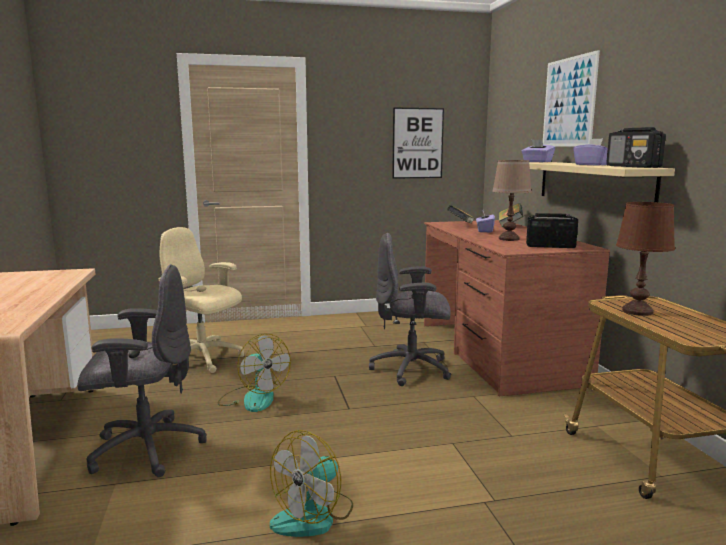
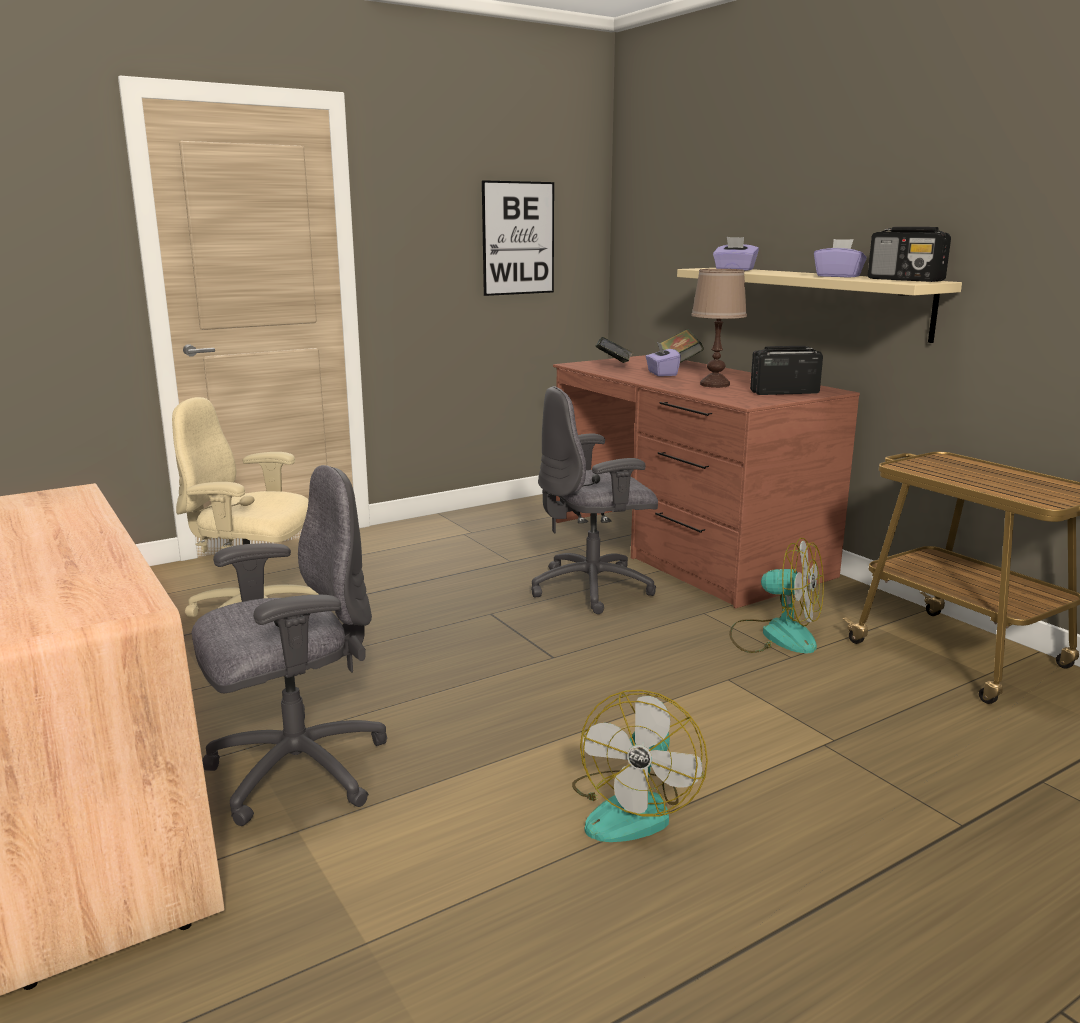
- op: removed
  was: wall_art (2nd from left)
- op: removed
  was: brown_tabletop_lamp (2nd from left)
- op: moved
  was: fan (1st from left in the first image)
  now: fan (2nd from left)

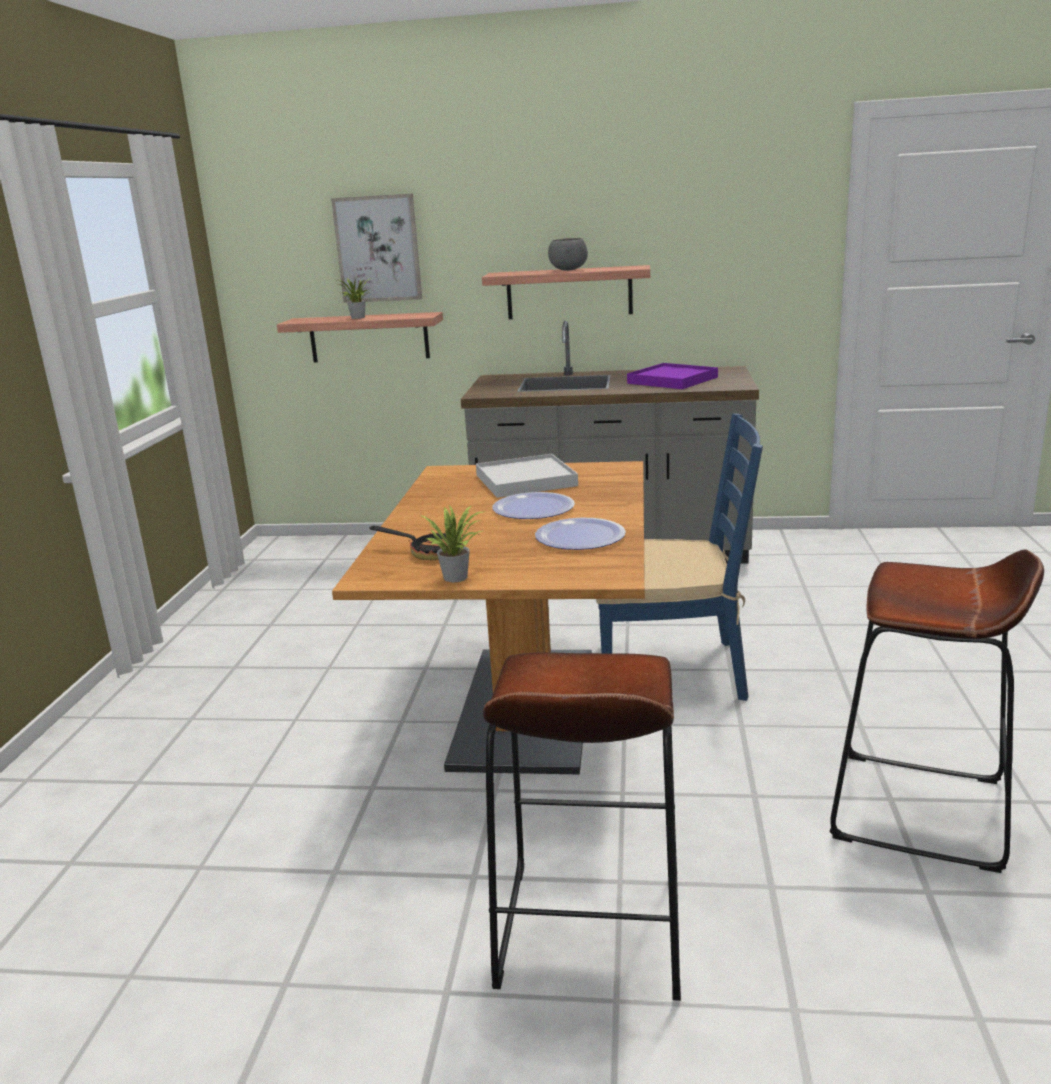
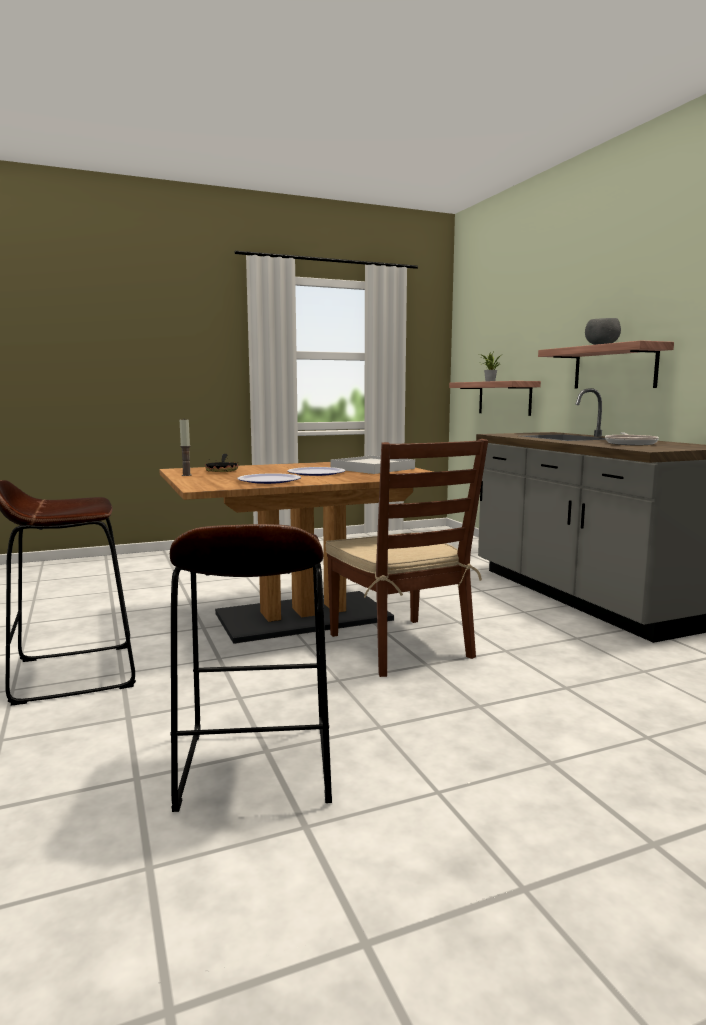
- op: removed
  was: wall_art
- op: replaced
  was: houseplant (2nd from left)
  now: wax_light
- op: replaced
  was: purple-coloured_carrying_tray
  now: frying_pan (2nd from left)
- op: recoloured
  was: blue_chair
  now: brown_chair

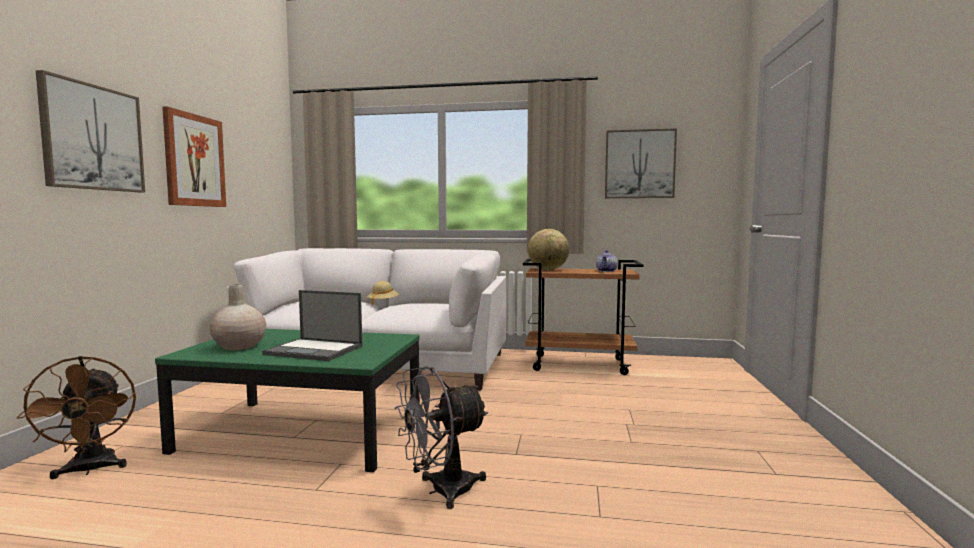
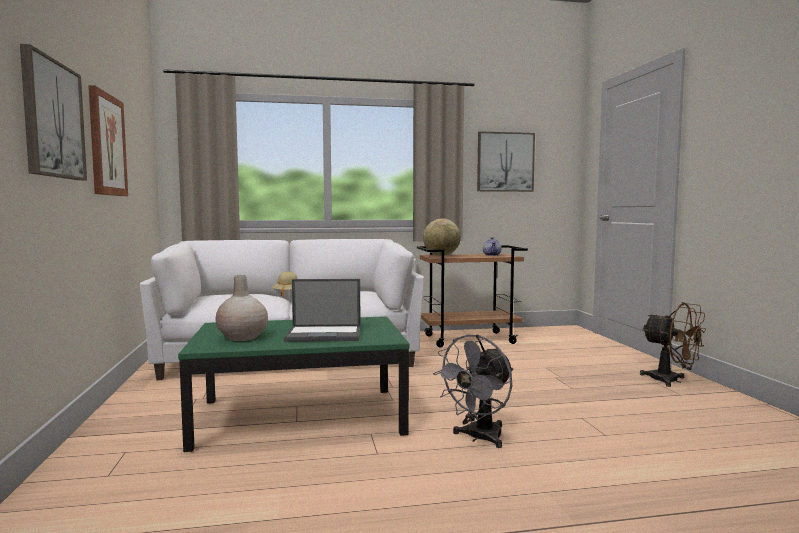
- op: moved
  was: brown_fan

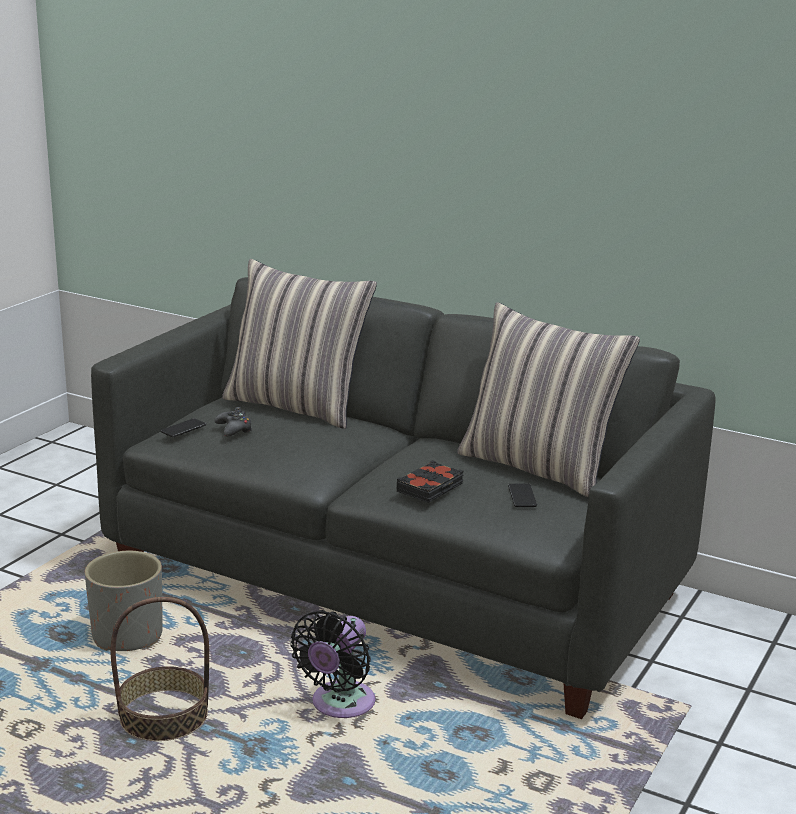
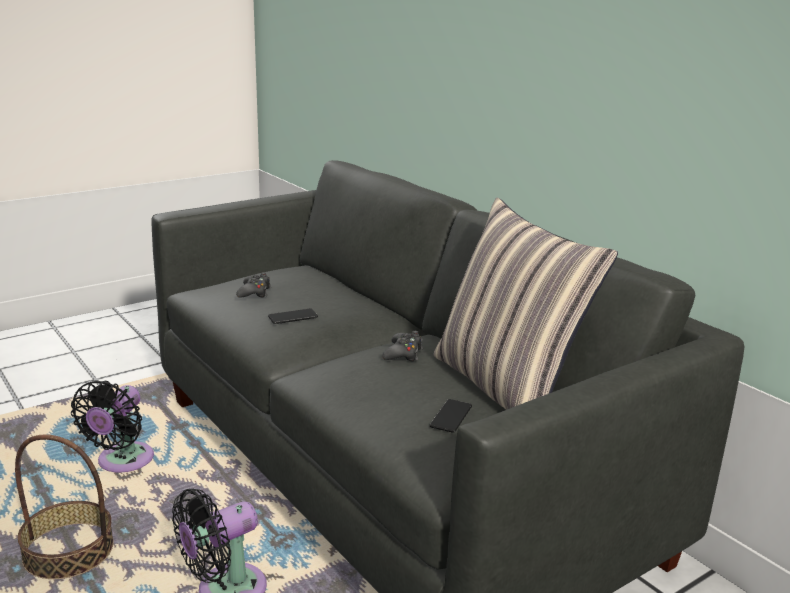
- op: removed
  was: throw_pillow (1st from left)
- op: removed
  was: black_book
- op: added
  now: black_game_controller (2nd from left)
- op: moved
  was: telephone (1st from left)
- op: replaced
  was: grey_flower_pot
  now: black_fan (1st from left)

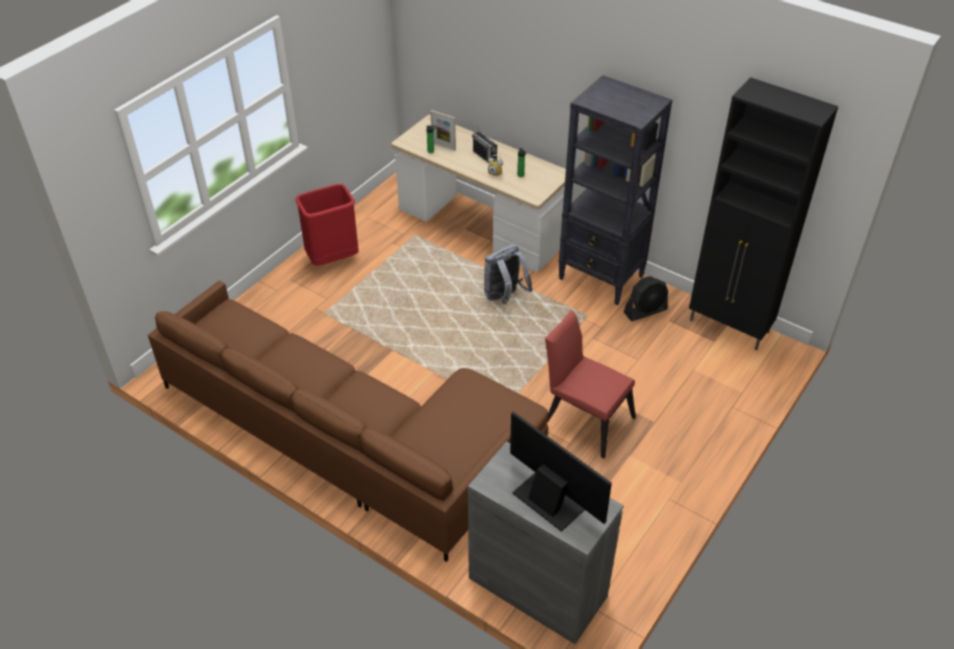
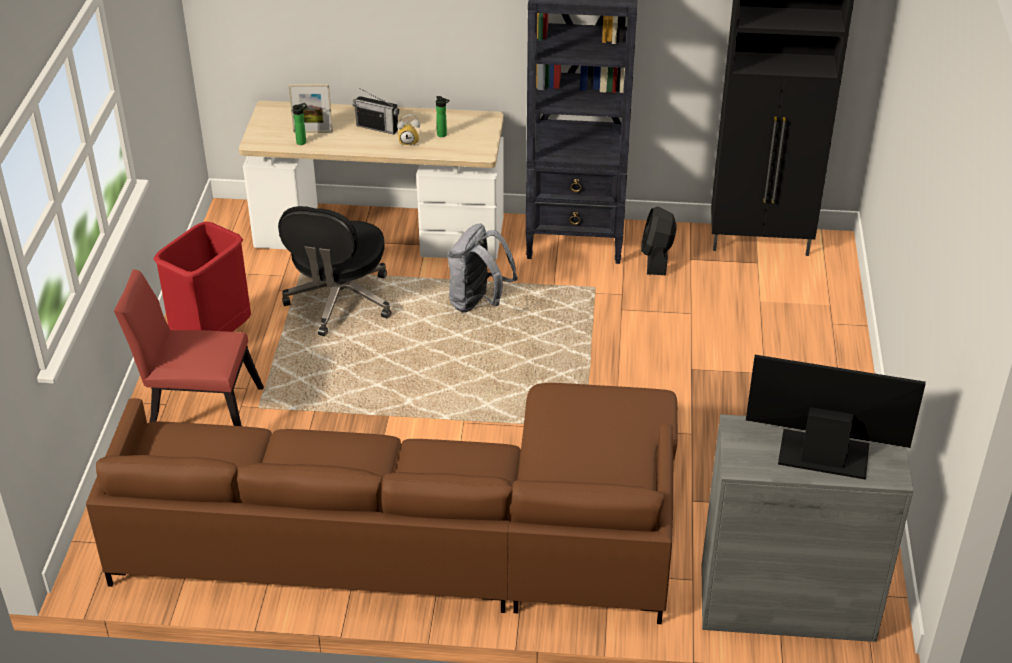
- op: added
  now: black_office_chair
- op: moved
  was: red_chair
- op: turned
  was: black_fan
  clockwise: 150

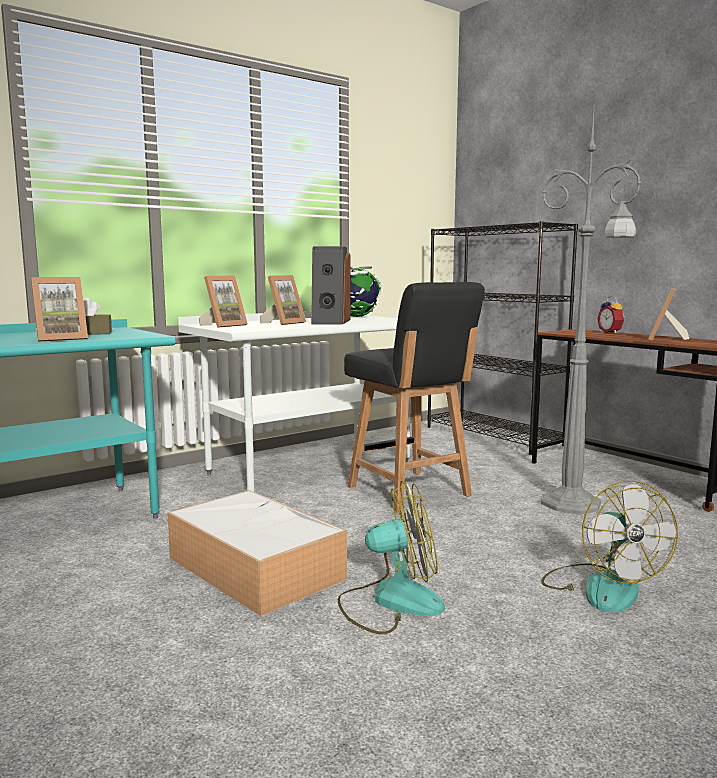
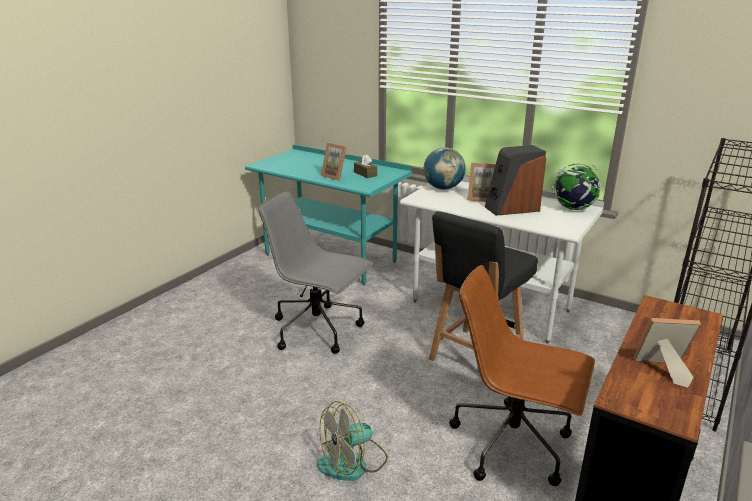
- op: removed
  was: fan (1st from left)
- op: removed
  was: table_clock
- op: replaced
  was: storage_container
  now: grey_office_chair
- op: replaced
  was: picture_frame (2nd from left)
  now: world_globe (1st from left)
- op: replaced
  was: grey_standing_lamp
  now: brown_office_chair

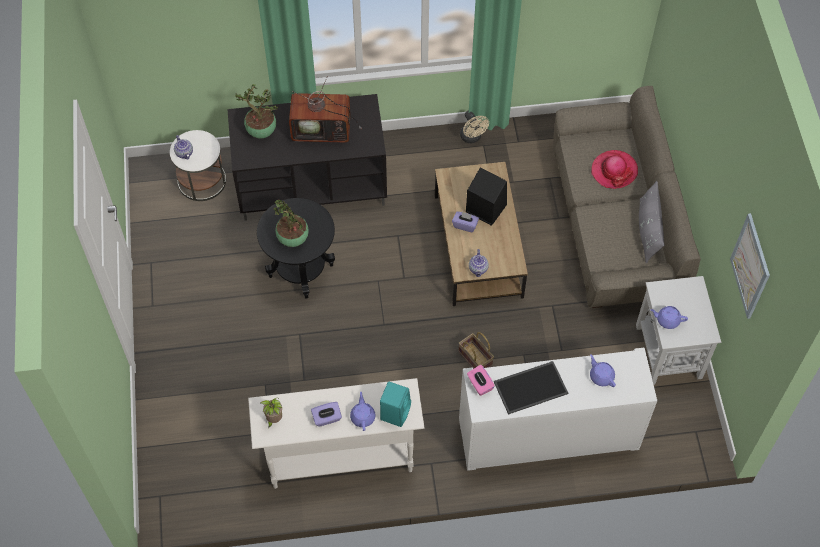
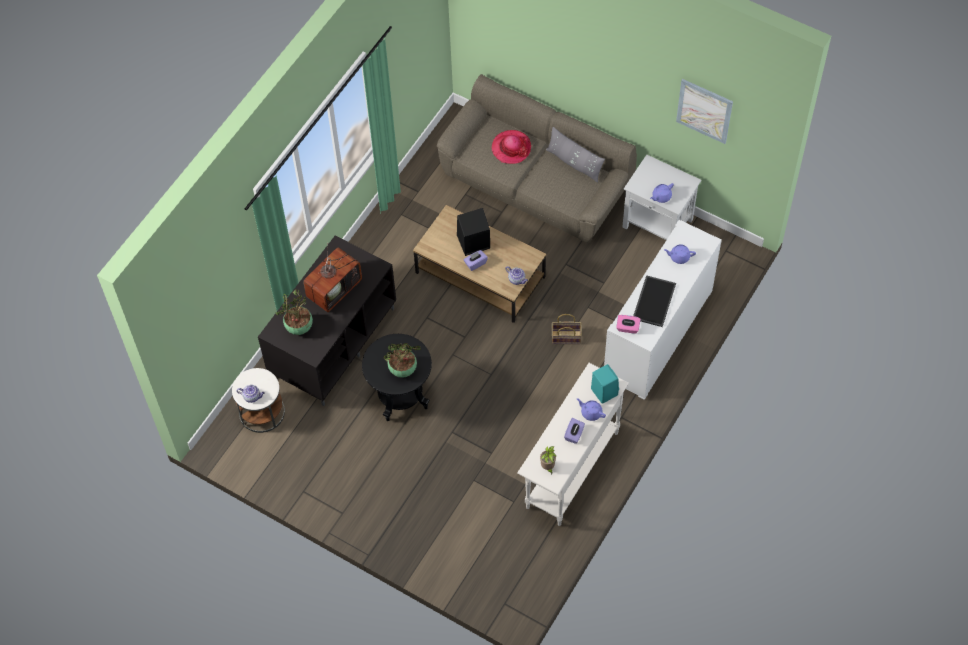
- op: removed
  was: sand-coloured_fan

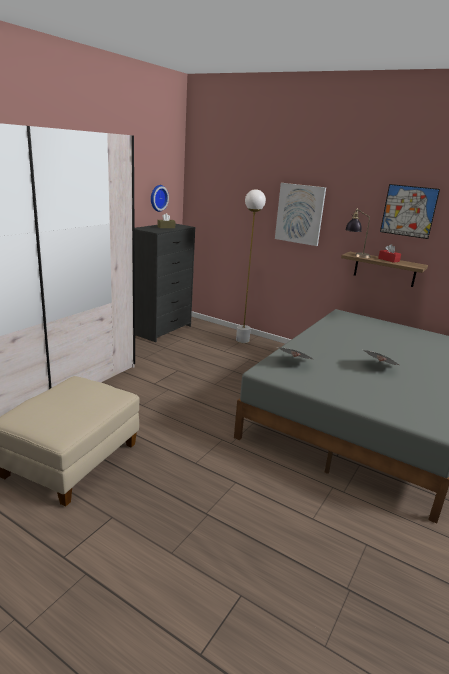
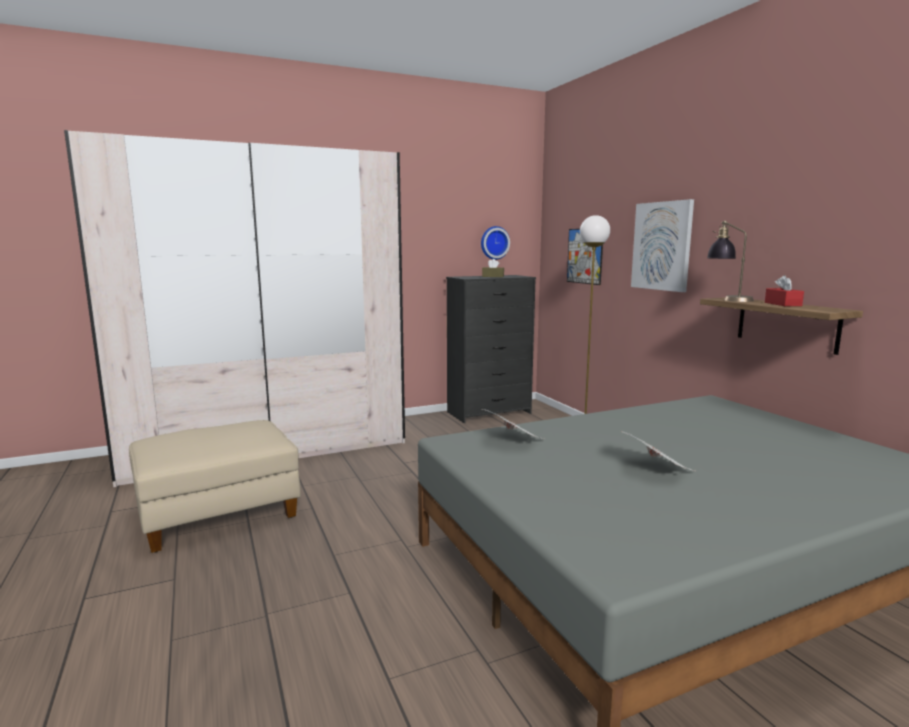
- op: moved
  was: wall_art (2nd from left in the first image)
  now: wall_art (1st from left)

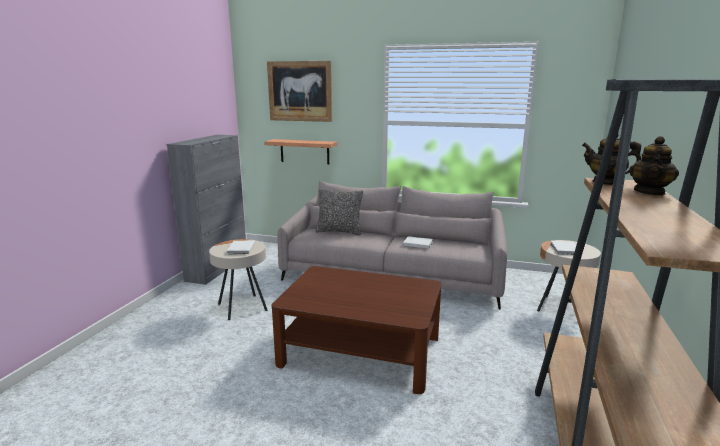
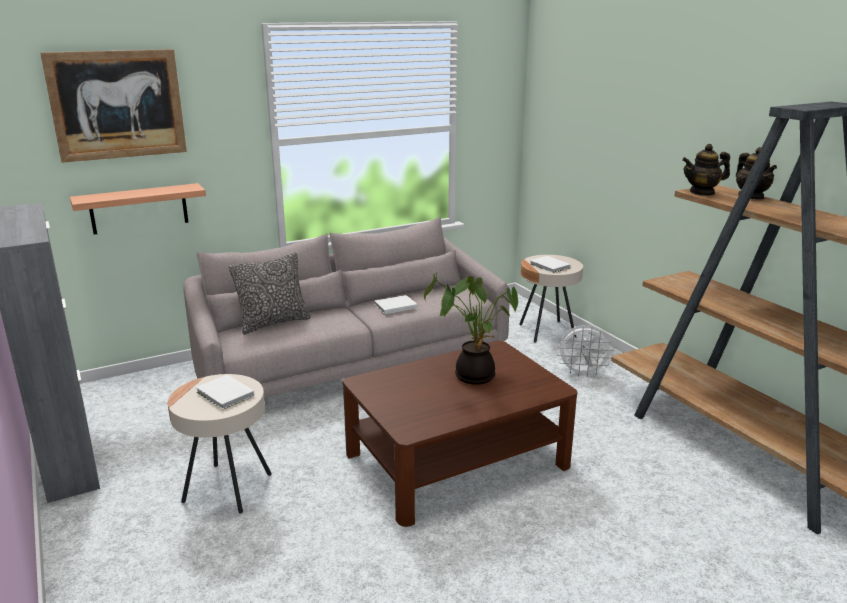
- op: added
  now: houseplant
- op: added
  now: white_fan

